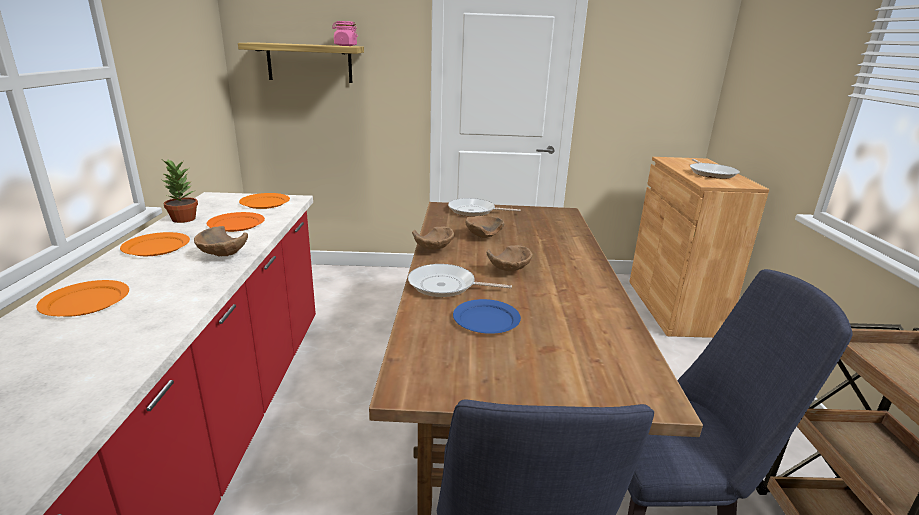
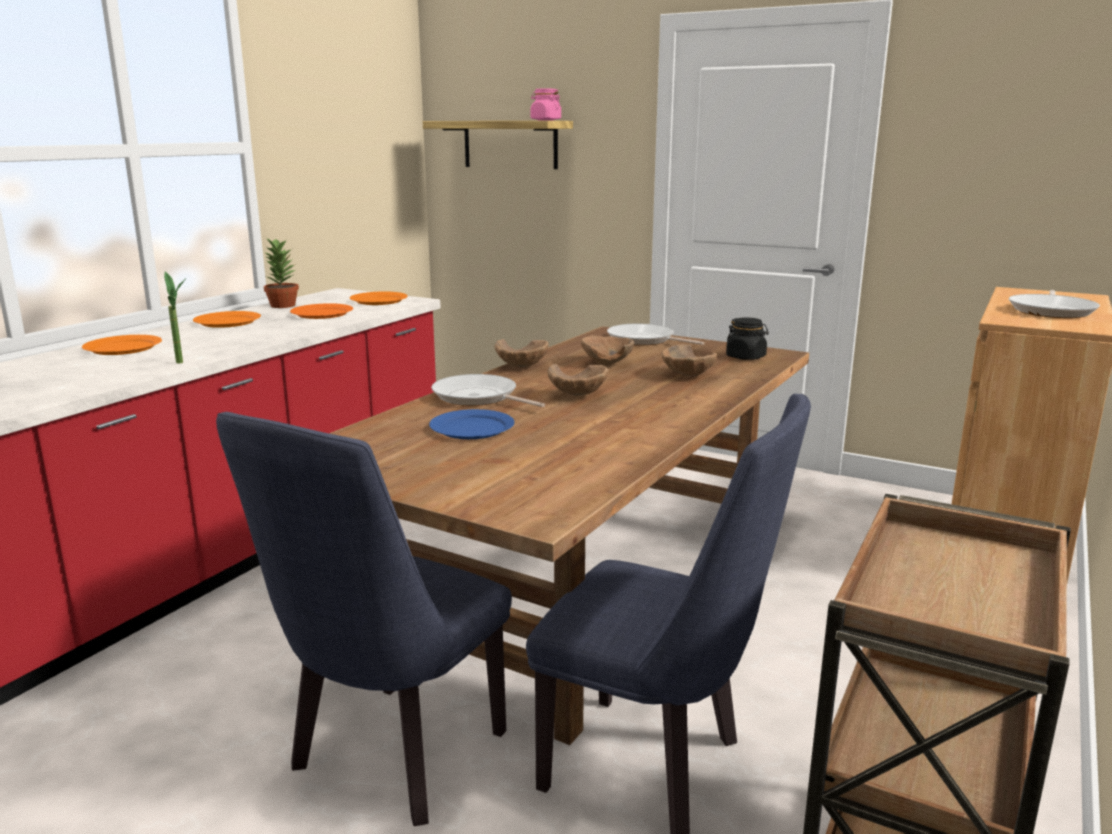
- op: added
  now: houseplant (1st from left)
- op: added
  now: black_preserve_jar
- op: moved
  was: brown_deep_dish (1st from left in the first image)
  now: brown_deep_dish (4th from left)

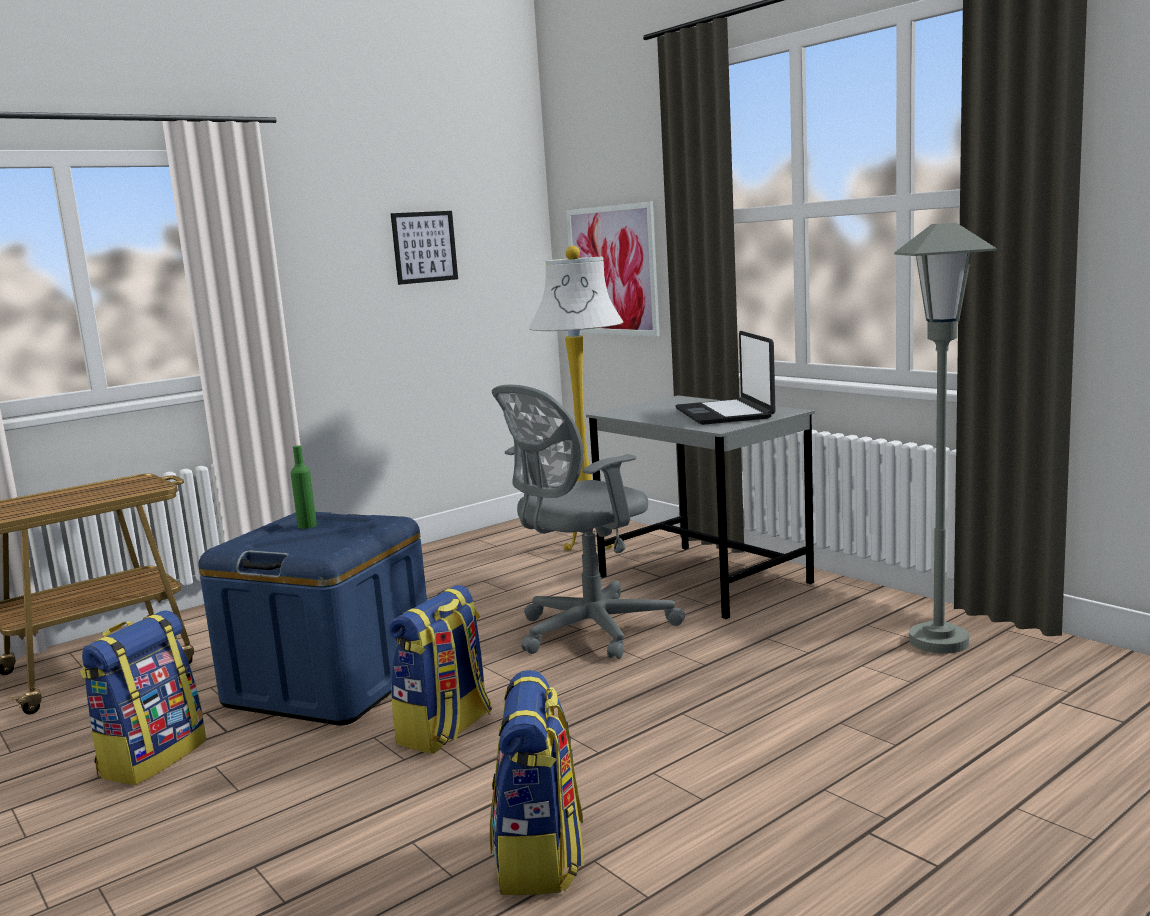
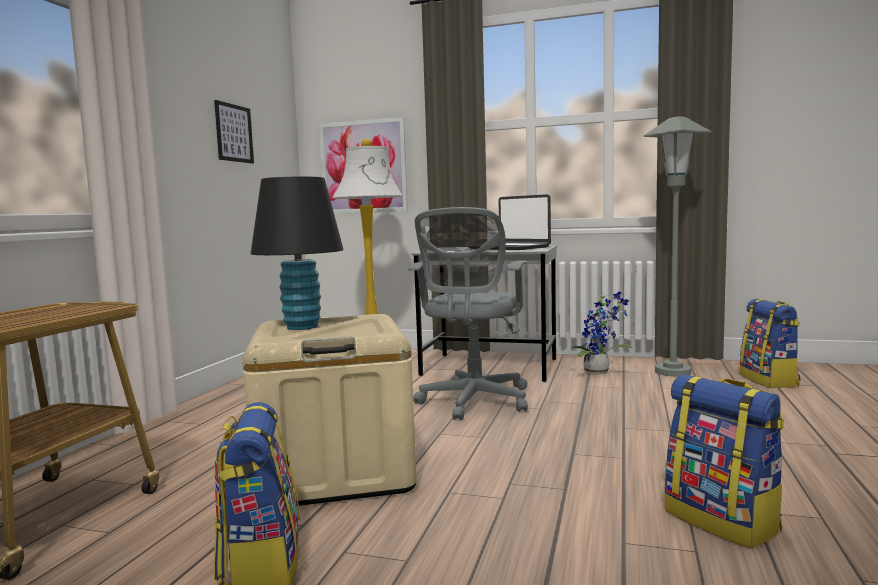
- op: added
  now: houseplant
- op: moved
  was: rucksack (2nd from left in the first image)
  now: rucksack (3rd from left)
- op: replaced
  was: greenish_drink_bottle
  now: black_tabletop_lamp
- op: recoloured
  was: blue_storage_container
  now: sand-coloured_storage_container

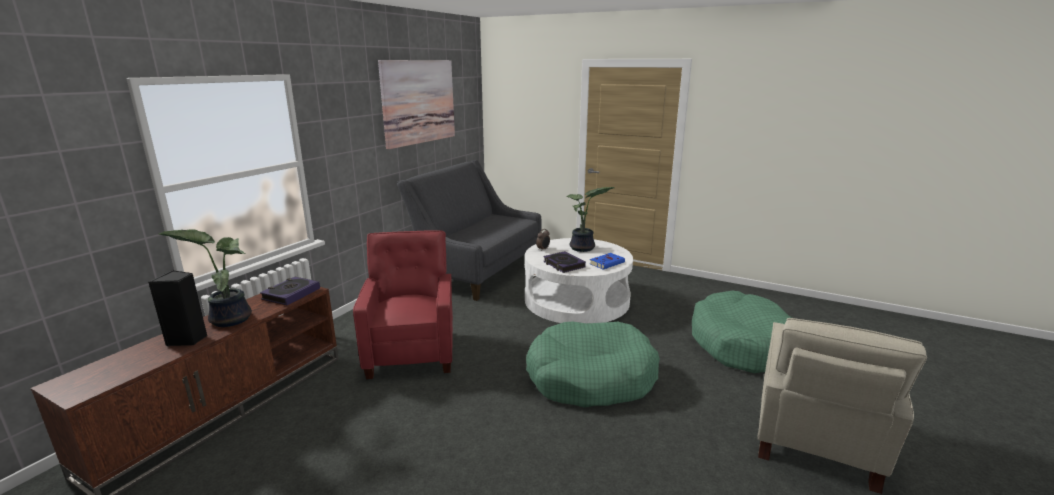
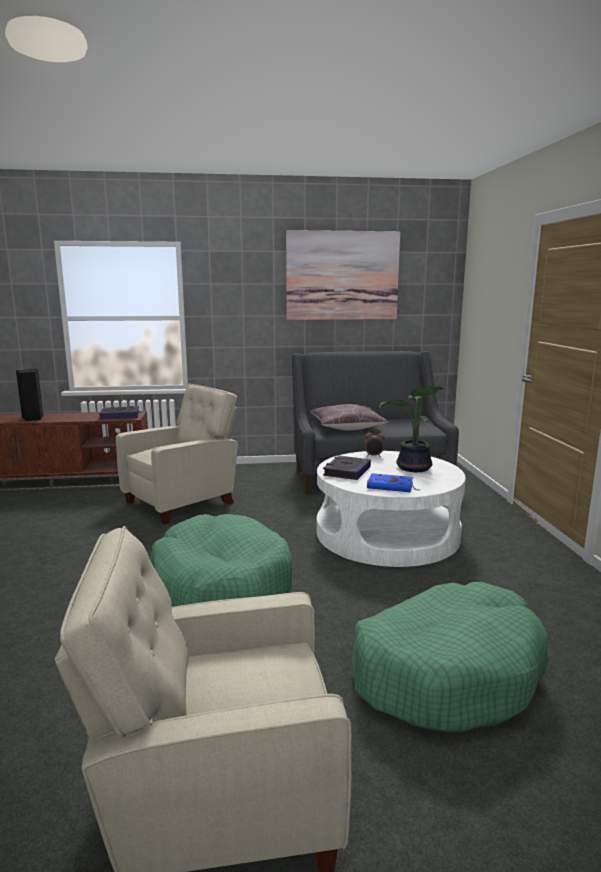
- op: removed
  was: houseplant (1st from left)
- op: added
  now: brown_throw_pillow
- op: recoloured
  was: red_easy_chair
  now: sand-coloured_easy_chair (1st from left)

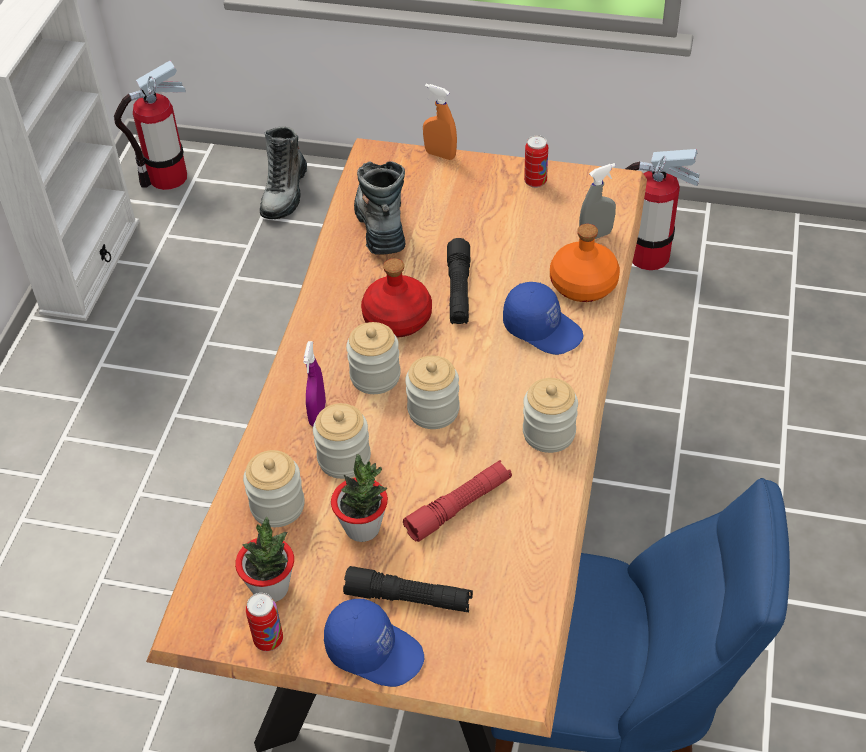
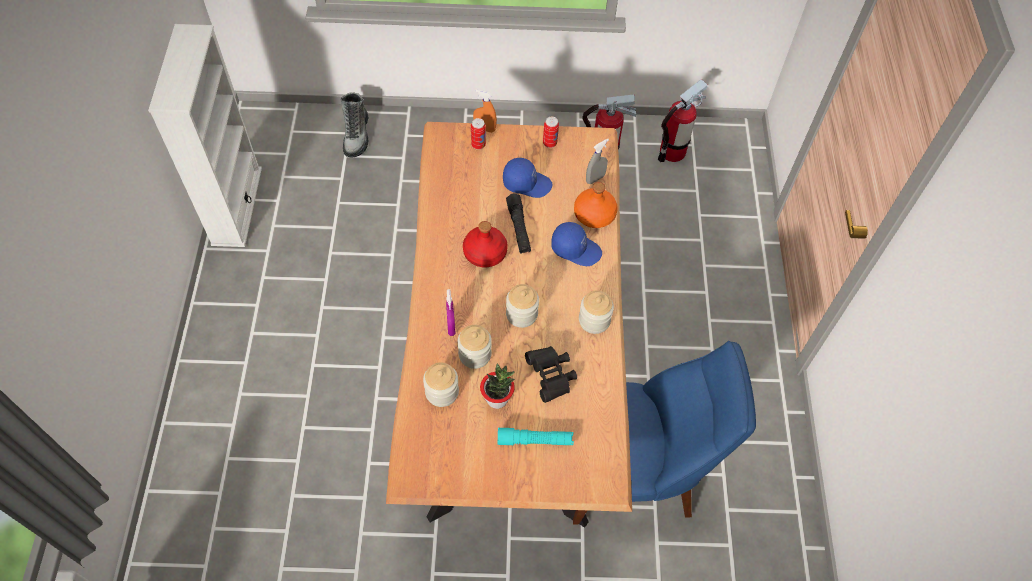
- op: removed
  was: houseplant (1st from left)
- op: removed
  was: preserve_jar (3rd from left)
- op: removed
  was: tall_boot (2nd from left)
- op: moved
  was: fire_extinguisher (1st from left in the first image)
  now: fire_extinguisher (2nd from left)
- op: moved
  was: sealed_can (1st from left)
- op: moved
  was: blue_baseball_cap (1st from left)
- op: replaced
  was: red_hand_torch
  now: black_field_glasses
- op: recoloured
  was: black_hand_torch (1st from left)
  now: turquoise_hand_torch

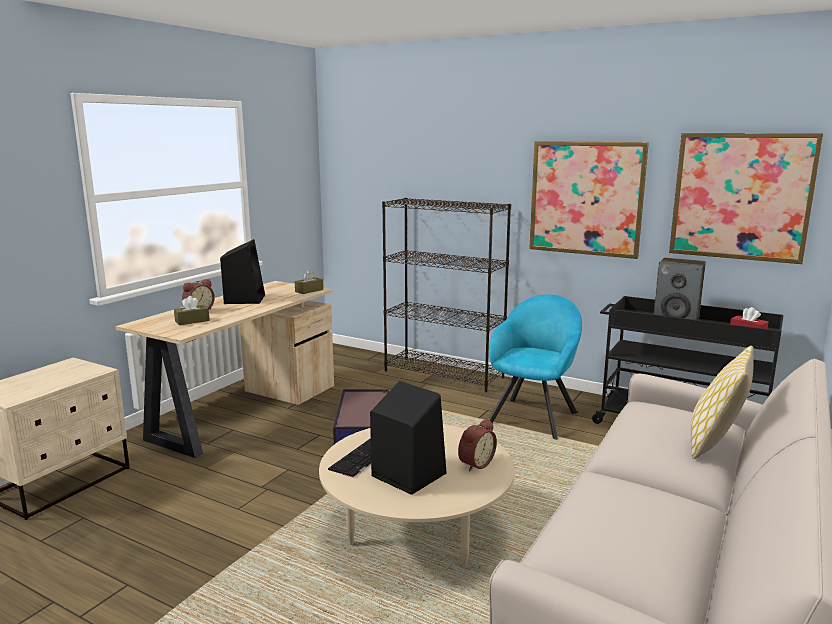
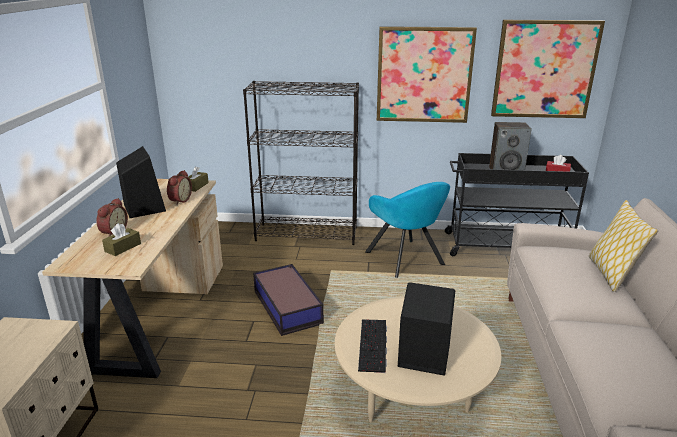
- op: moved
  was: table_clock (2nd from left)
- op: turned
  was: turquoise_easy_chair
  clockwise: 150

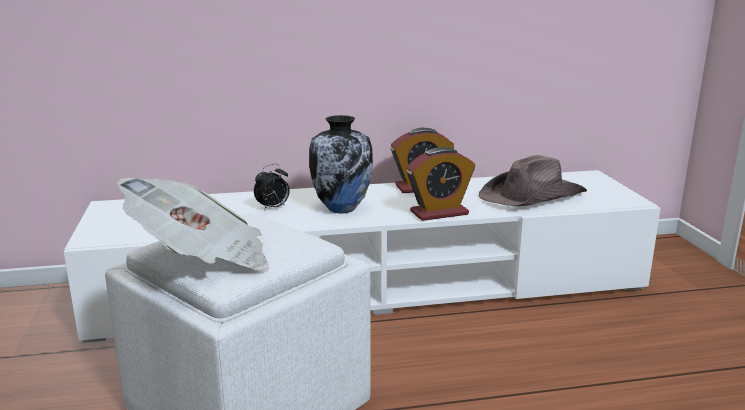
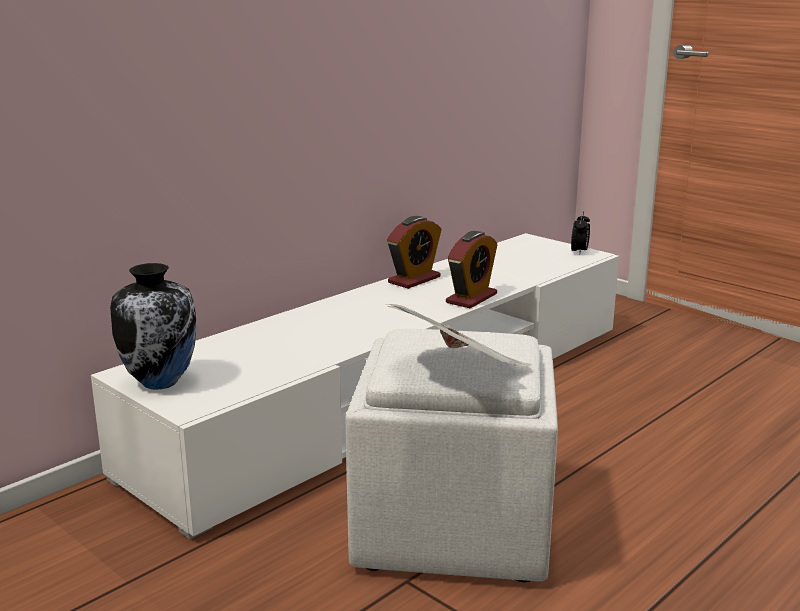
- op: removed
  was: brown_hat
- op: moved
  was: table_clock (1st from left in the first image)
  now: table_clock (3rd from left)
- op: moved
  was: vase

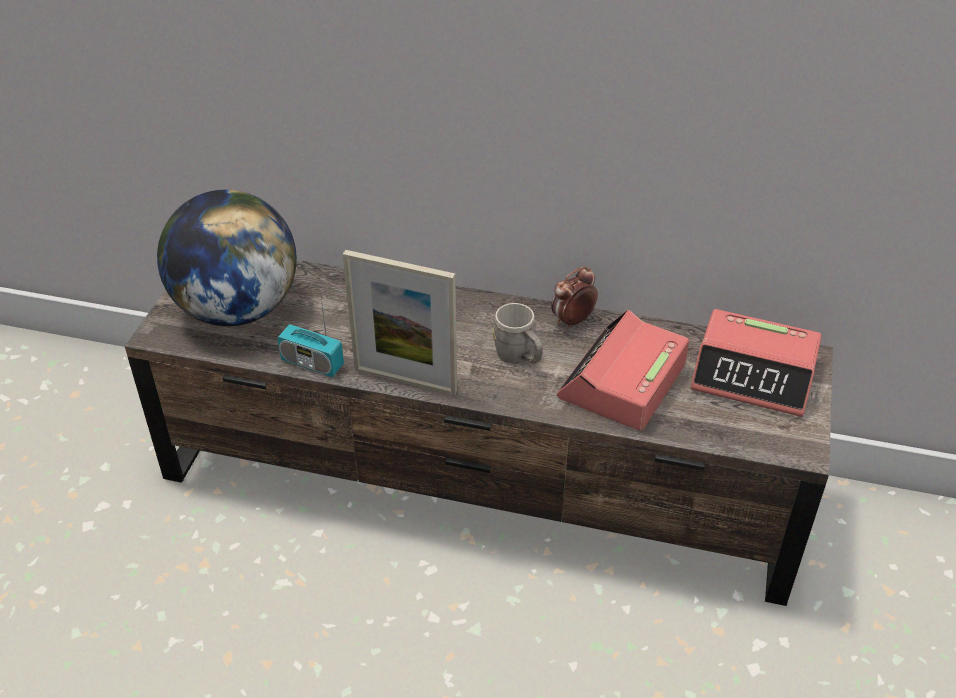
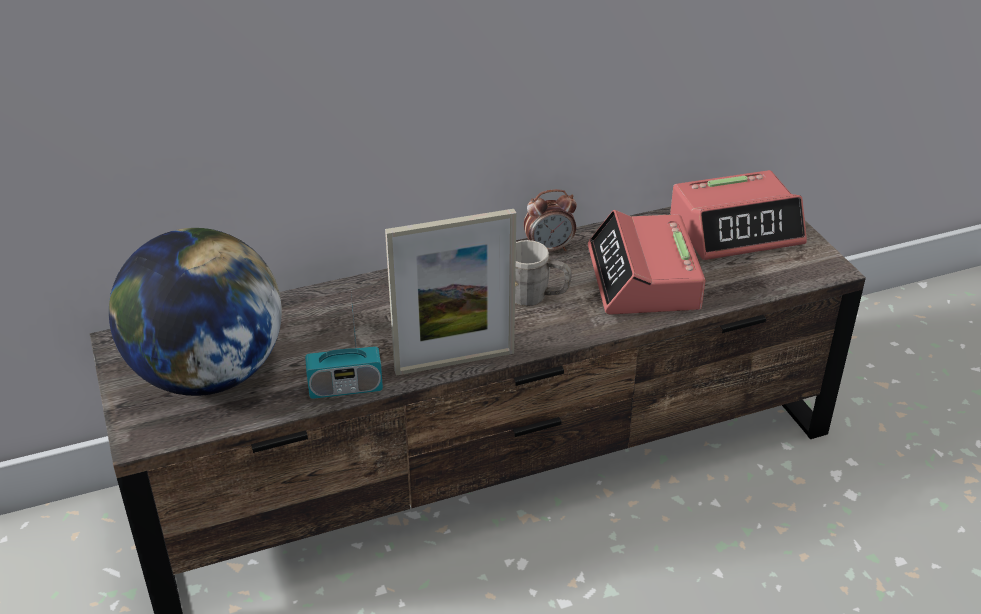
- op: turned
  was: table_clock (1st from left)
  clockwise: -120

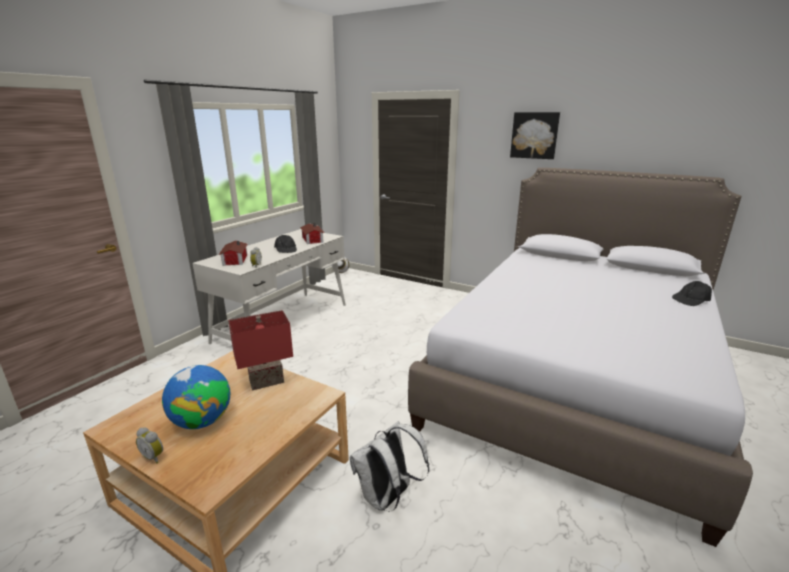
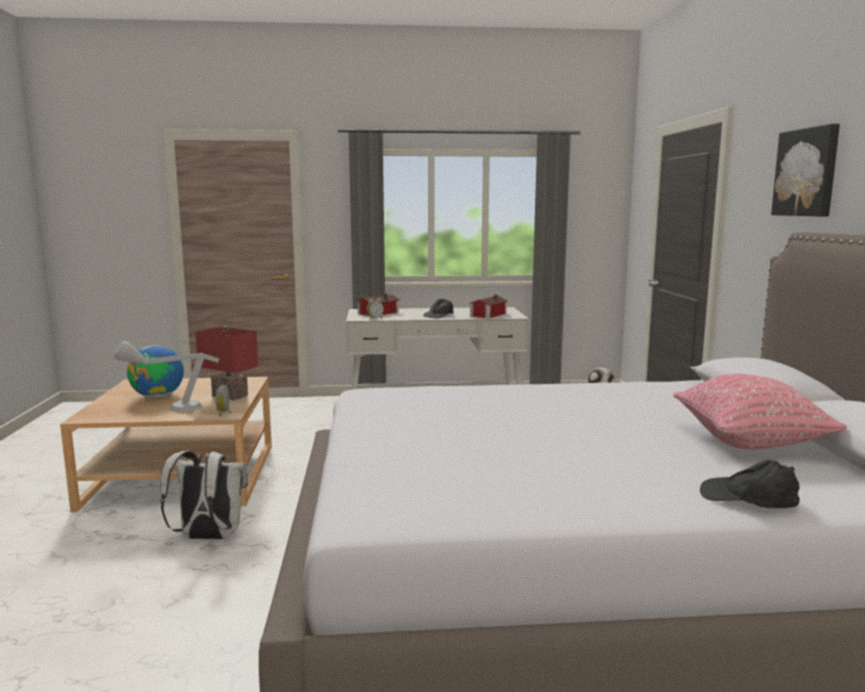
- op: added
  now: grey_tabletop_lamp
- op: added
  now: pinkish_throw_pillow
- op: moved
  was: table_clock (1st from left)

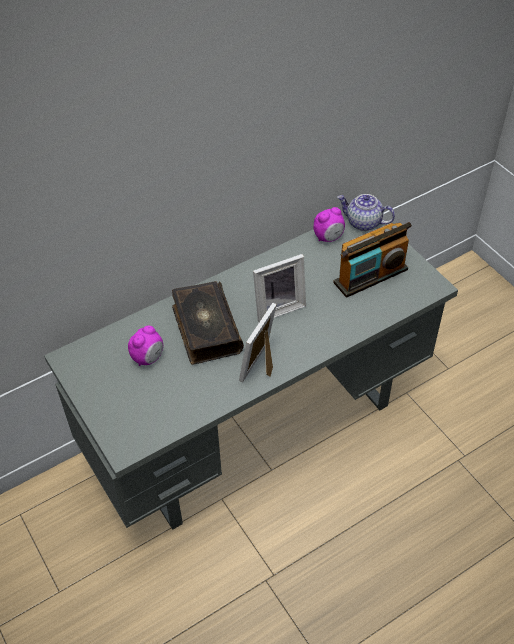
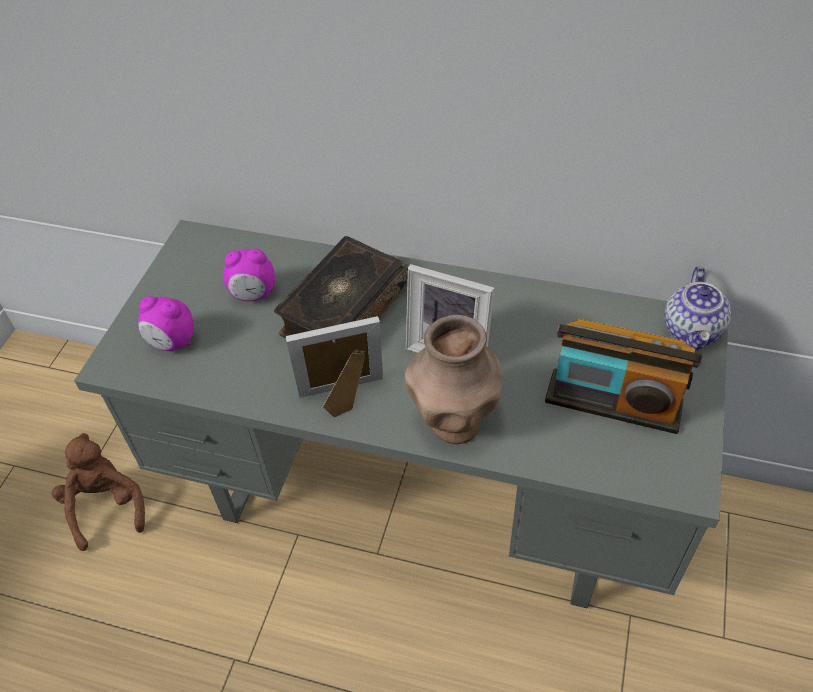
- op: added
  now: brown_cuddly_toy
- op: added
  now: brown_vase
- op: moved
  was: table_clock (2nd from left in the first image)
  now: table_clock (1st from left)
- op: turned
  was: tea_pot
  clockwise: -150

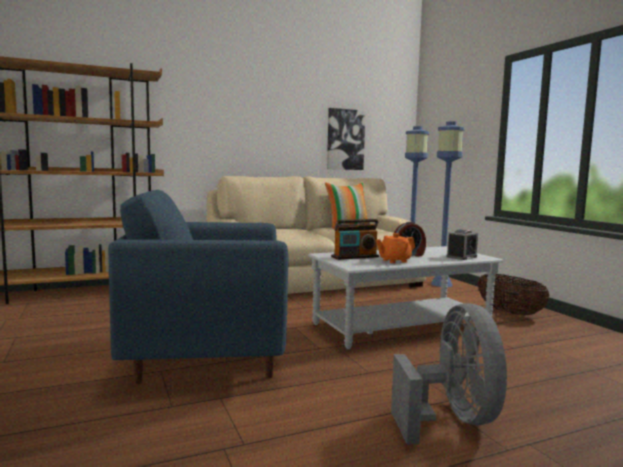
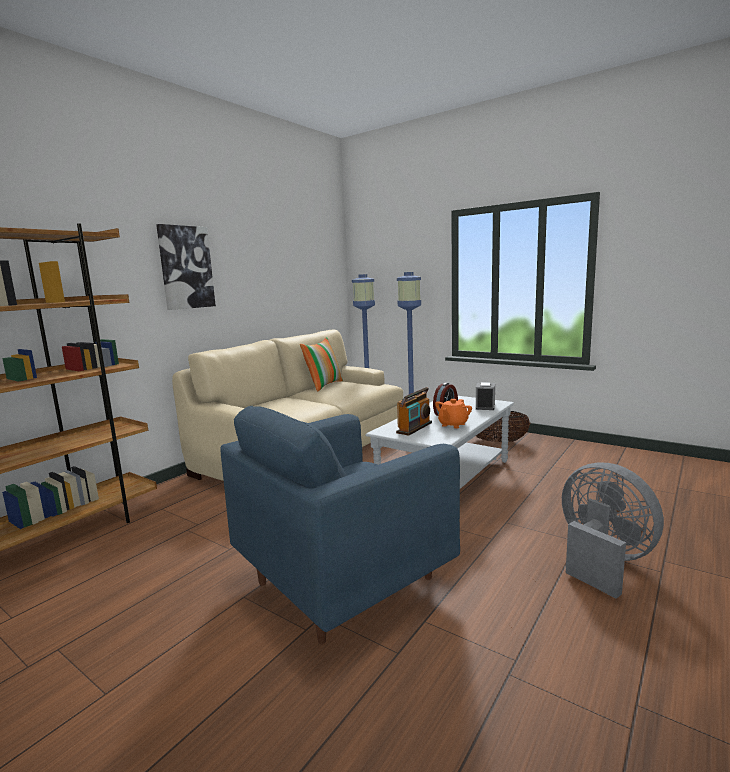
- op: moved
  was: wall_art

